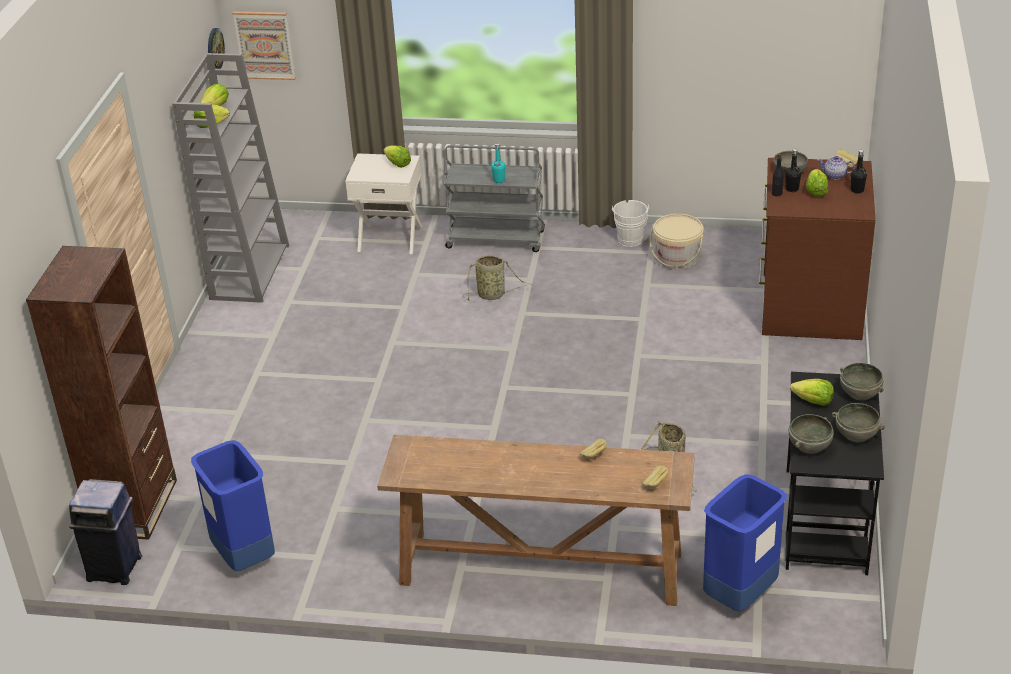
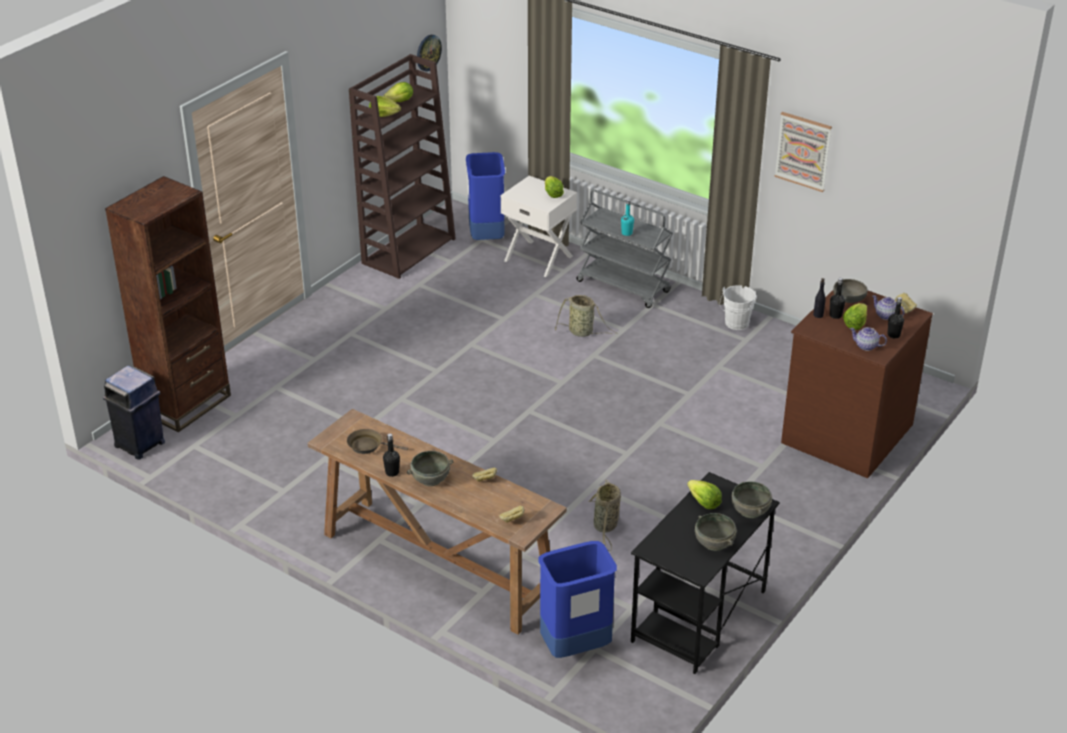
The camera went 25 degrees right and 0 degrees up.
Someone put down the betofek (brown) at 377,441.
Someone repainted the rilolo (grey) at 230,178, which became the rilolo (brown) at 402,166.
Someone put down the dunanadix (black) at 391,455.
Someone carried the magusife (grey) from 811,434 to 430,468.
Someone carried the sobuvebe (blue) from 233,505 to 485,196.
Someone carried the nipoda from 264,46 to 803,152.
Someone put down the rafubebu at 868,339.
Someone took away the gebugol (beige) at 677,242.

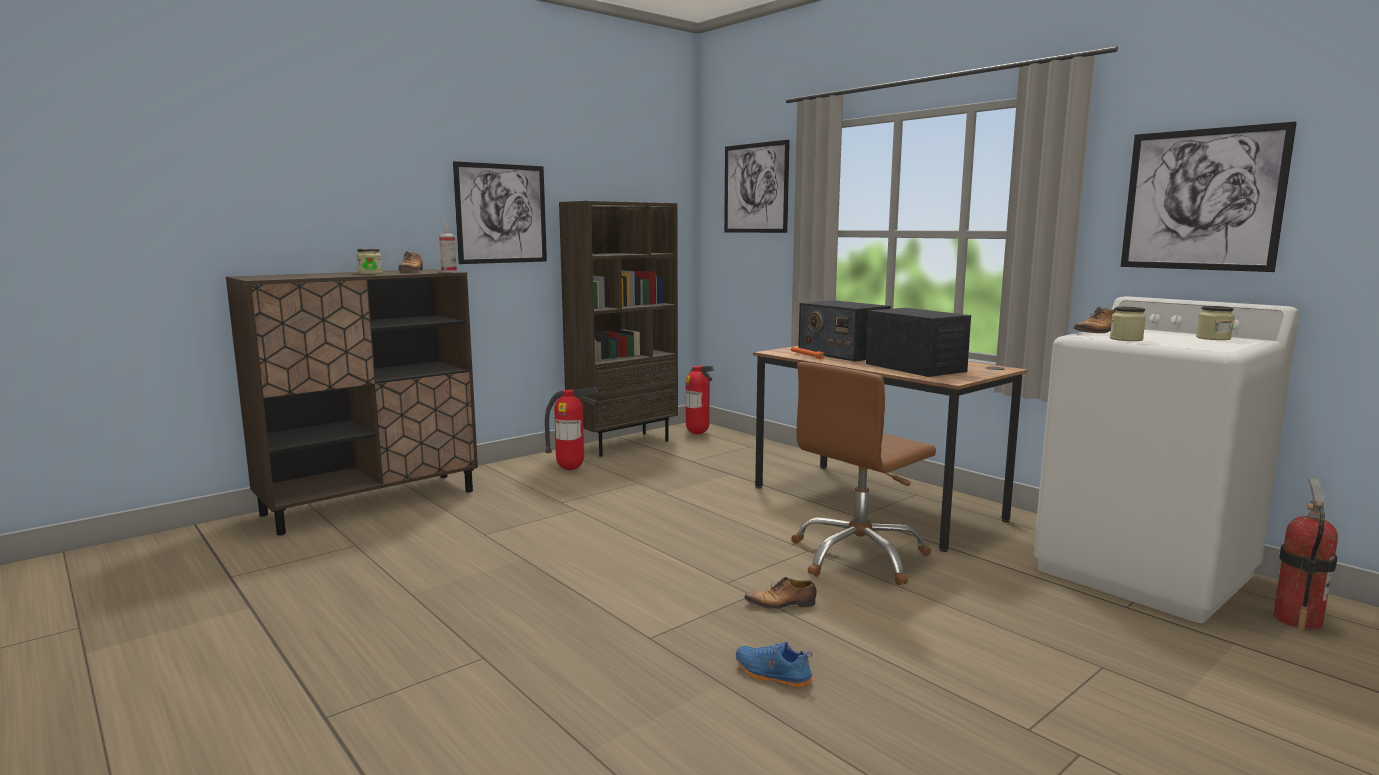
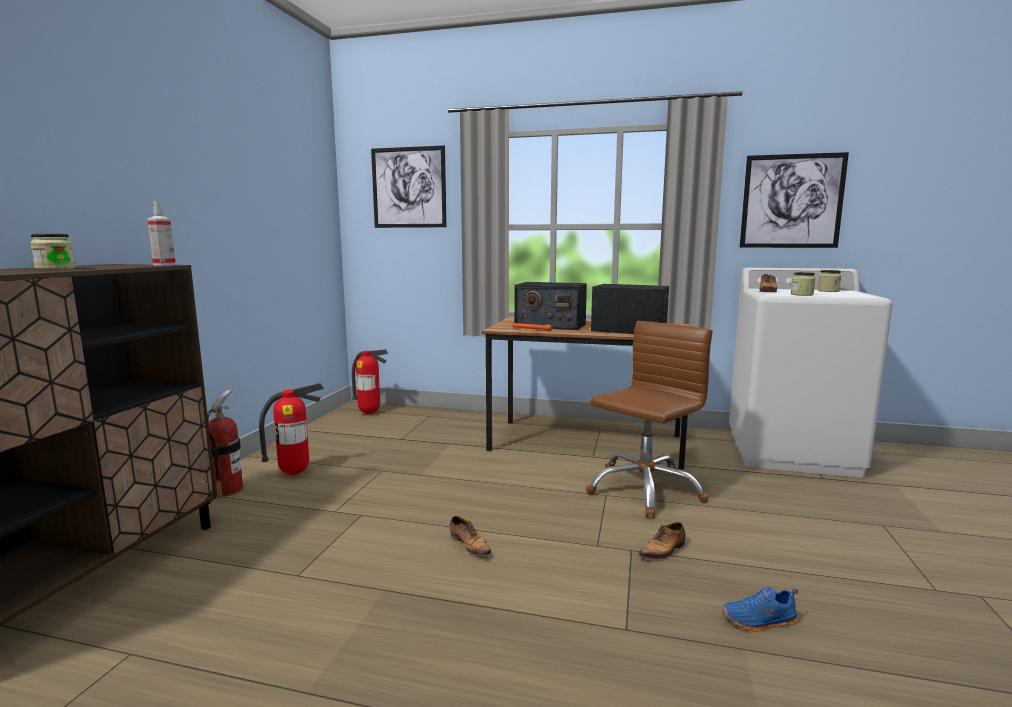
The camera went 35 degrees left and 0 degrees up.
Someone carried the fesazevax from 1305,554 to 225,444.
Someone carried the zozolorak from 410,262 to 470,536.
Someone rotated the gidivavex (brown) at 863,473 by 150 degrees counterclockwise.
Someone took away the nipoda at 500,212.
Someone took away the rilolo (brown) at 618,328.

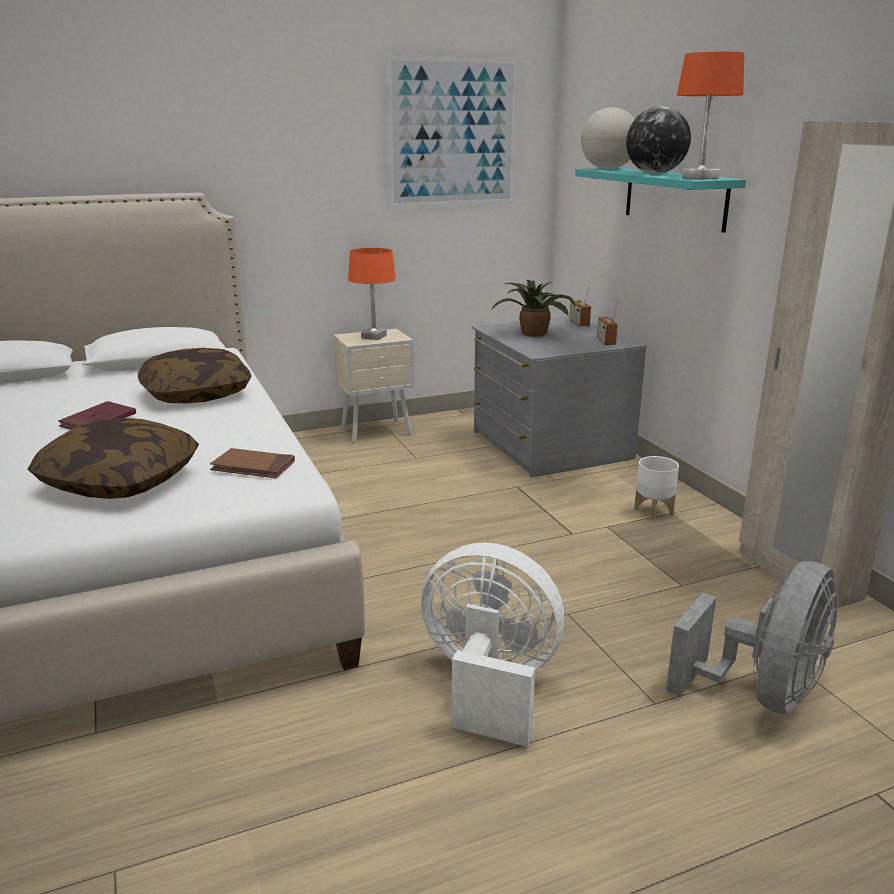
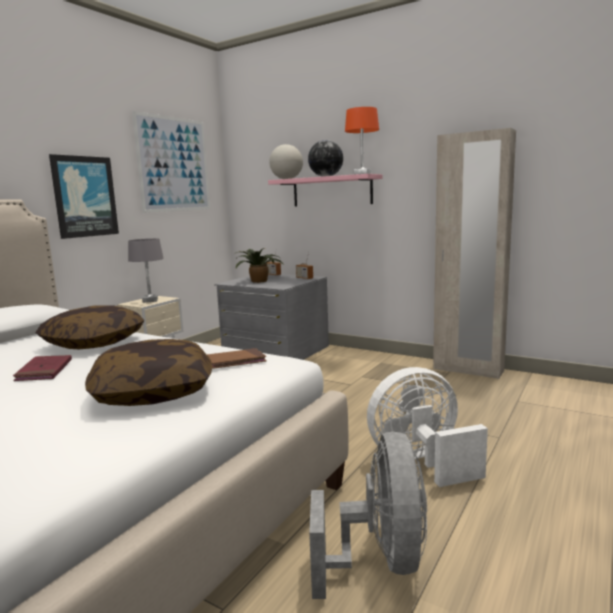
The camera went 35 degrees left and 10 degrees down.
Someone put up the nipoda at 84,196.
Someone repainted the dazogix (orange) at 372,294, which became the dazogix (grey) at 146,270.
Someone repainted the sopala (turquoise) at 660,200, which became the sopala (pink) at 325,190.
Someone carried the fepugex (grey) from 752,637 to 368,515.
Someone took away the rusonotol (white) at 656,488.

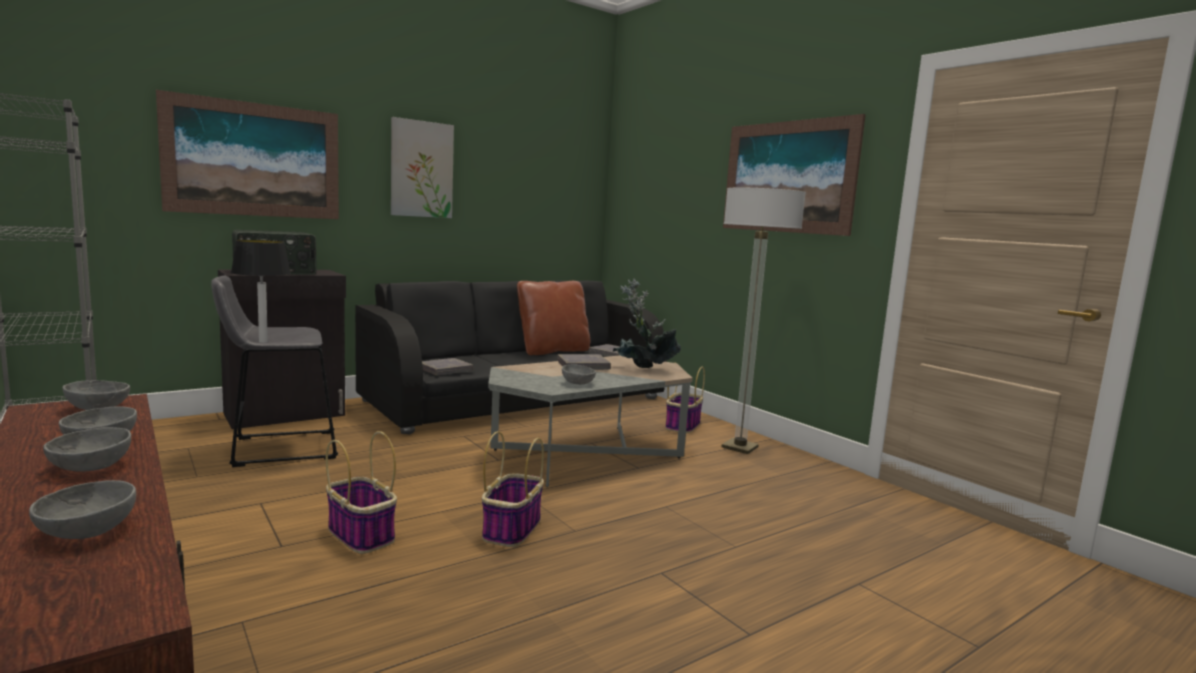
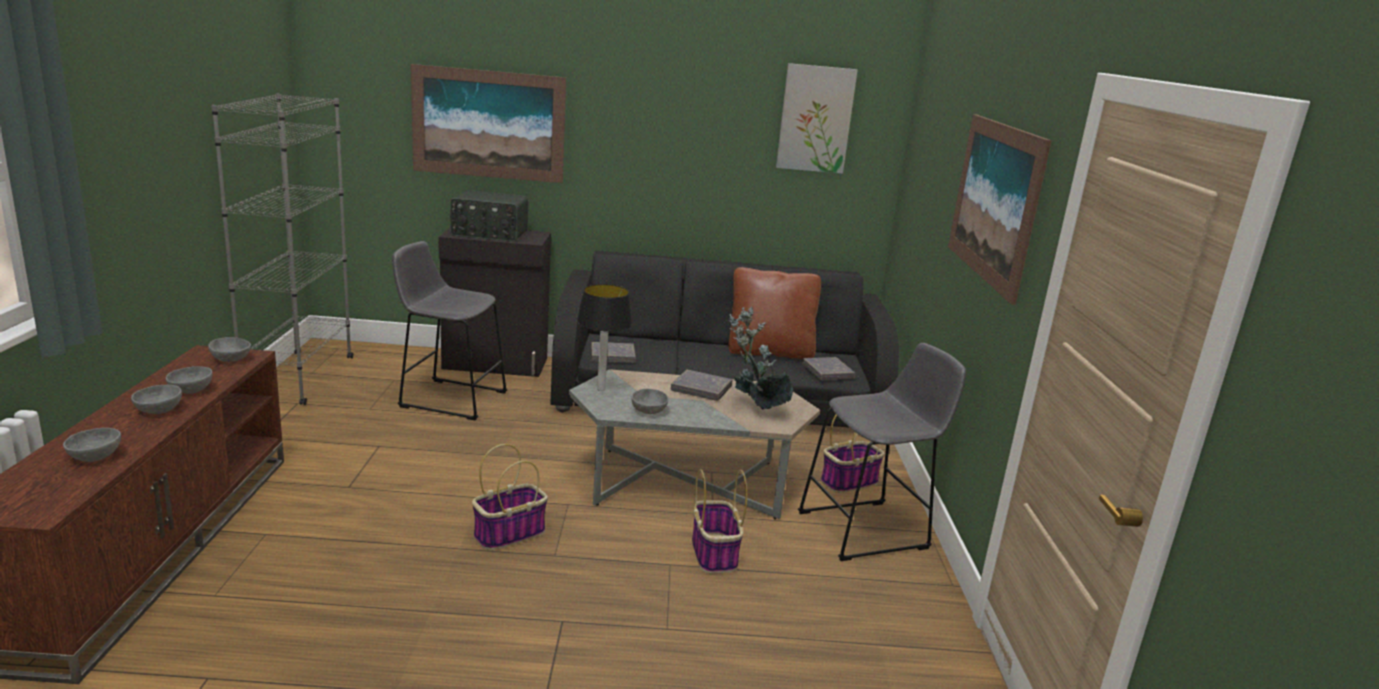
The camera went 35 degrees right and 10 degrees up.
Someone carried the dazogix from 261,291 to 605,337.
Someone carried the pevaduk from 361,492 to 719,521.
Someone carried the nipoda from 422,167 to 817,118.
Someone swapped the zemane at 764,321 for the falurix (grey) at 882,452.

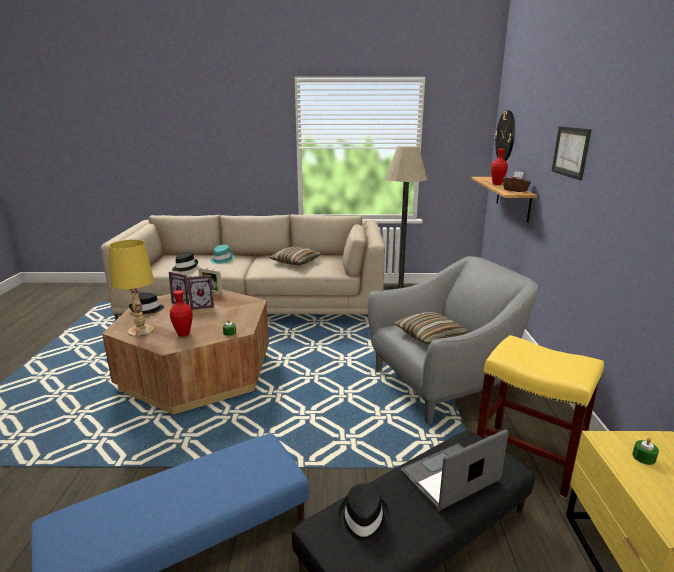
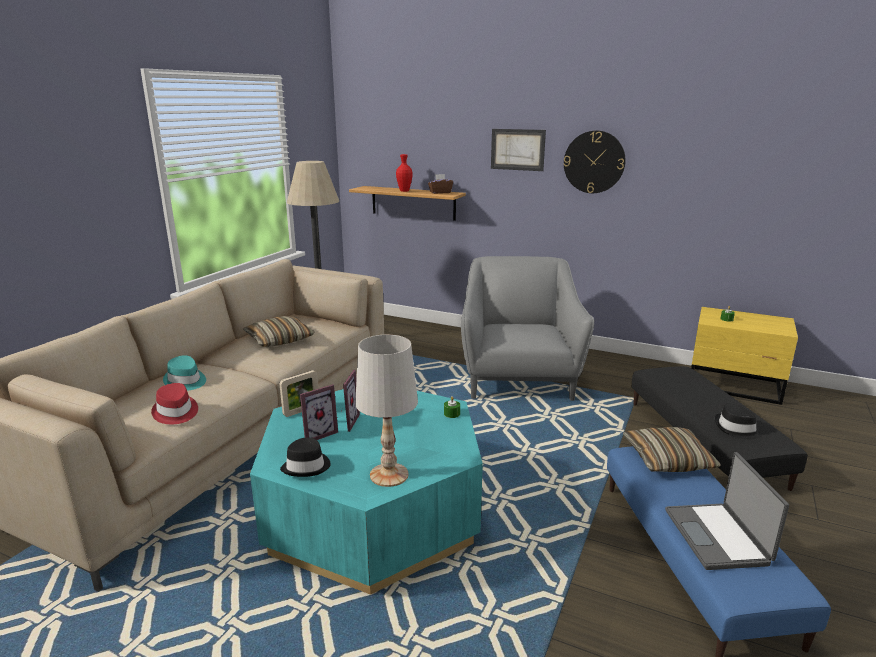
The camera went 65 degrees left and 0 degrees up.
Someone repainted the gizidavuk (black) at 185,262, which became the gizidavuk (red) at 174,403.
Someone repainted the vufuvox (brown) at 185,352, which became the vufuvox (turquoise) at 366,492.
Someone repainted the dazogix (yellow) at 131,288, which became the dazogix (white) at 386,411.
Someone carried the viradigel from 504,135 to 595,162.
Someone carried the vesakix from 431,328 to 672,449.
Someone carried the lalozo from 455,470 to 727,511.
Someone took away the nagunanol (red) at 181,313.
Someone took away the falurix (yellow) at 540,416.

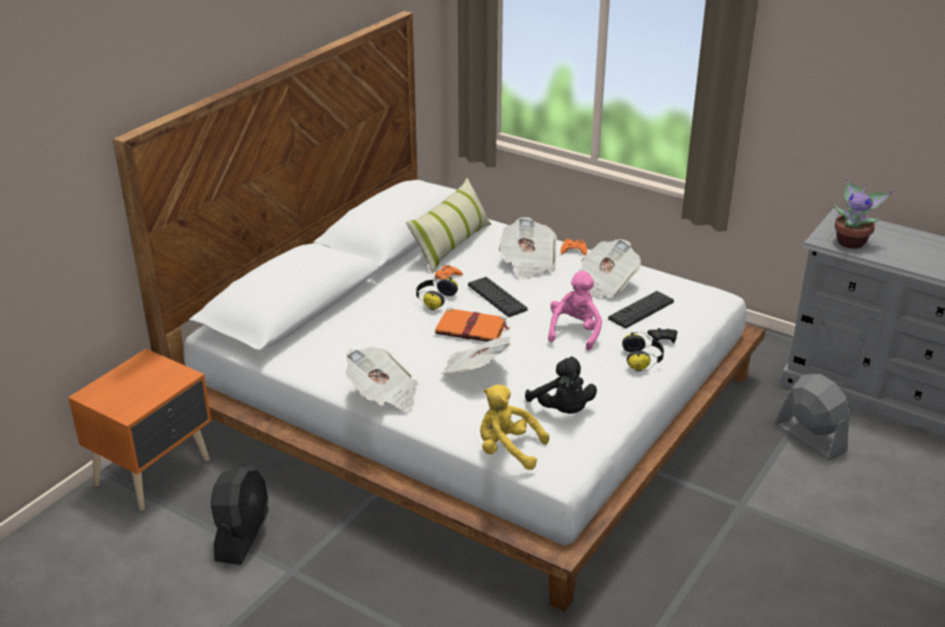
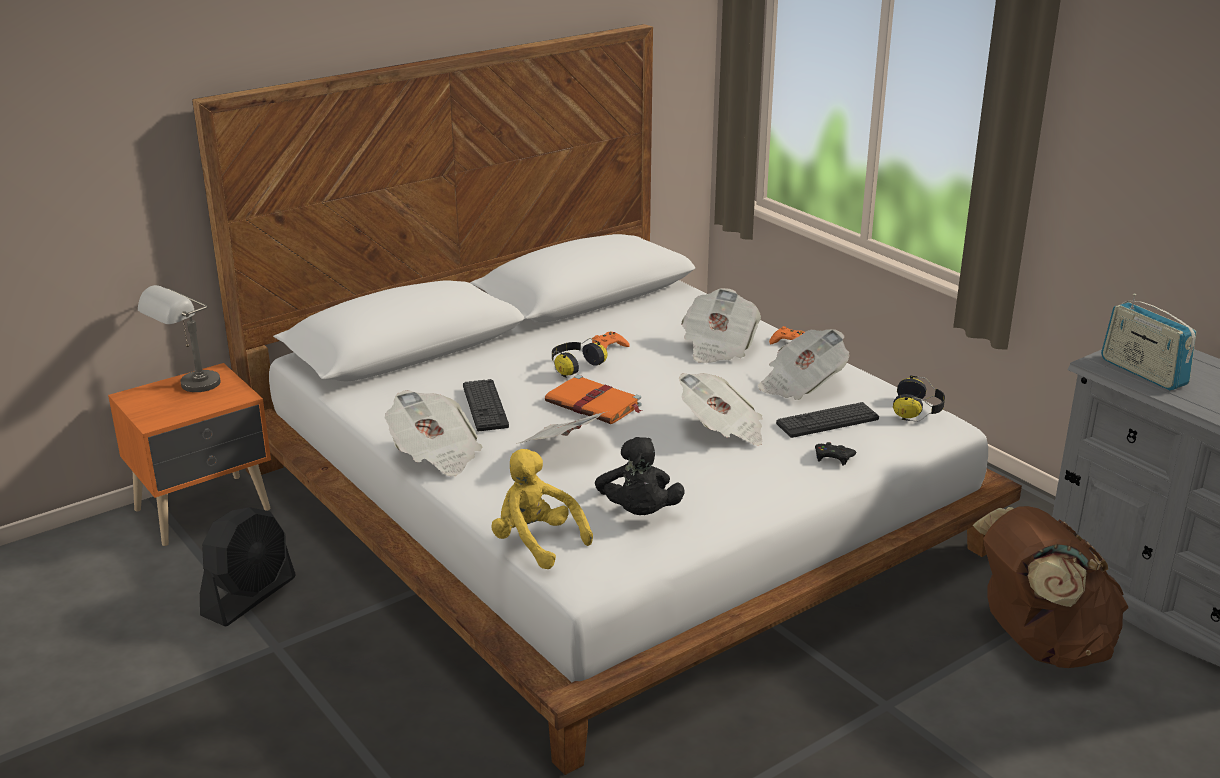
The camera went 20 degrees right and 5 degrees down.
Someone put down the dazogix (grey) at 179,338.
Someone carried the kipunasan from 497,297 to 486,405.
Someone swapped the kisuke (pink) at 575,310 for the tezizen at 721,409.
Someone carried the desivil from 643,351 to 919,398.
Someone swapped the fepugex (grey) at 813,417 for the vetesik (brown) at 1050,587.
Someone swapped the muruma at 863,213 for the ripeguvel at 1148,341.
Someone took away the vesakix at 448,226.

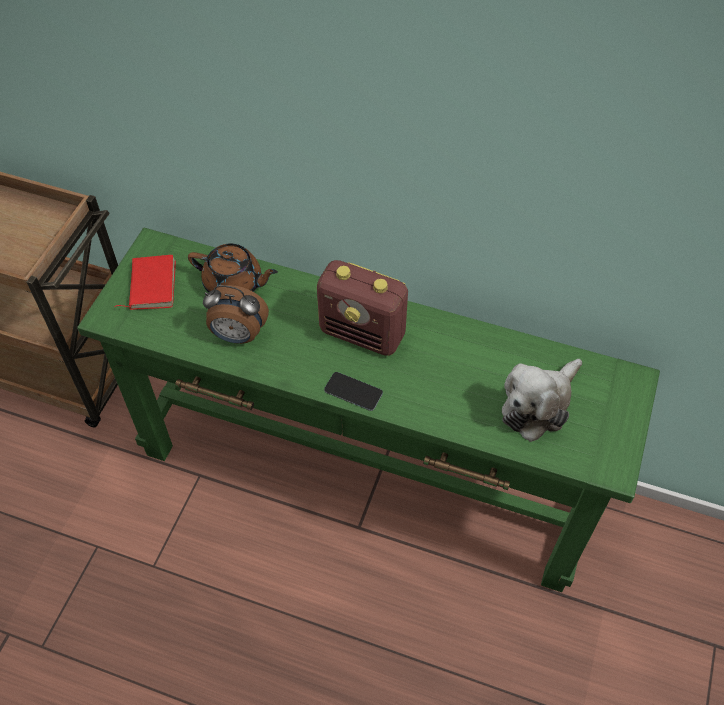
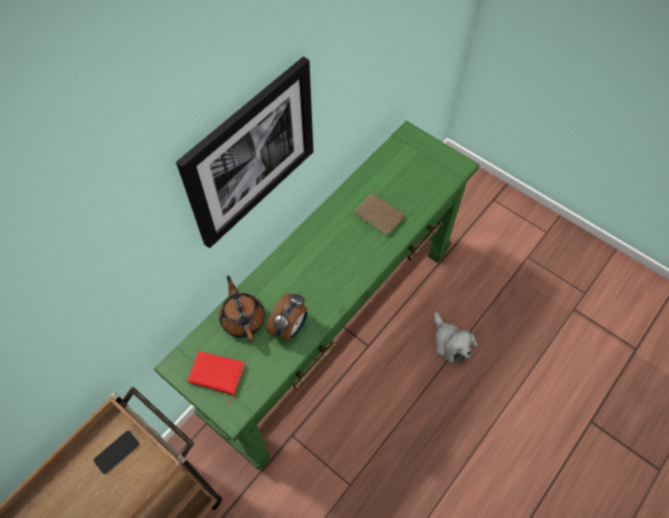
The camera went 70 degrees left and 5 degrees up.
Someone carried the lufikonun from 353,391 to 117,452.
Someone put up the nipoda at 244,152.
Someone rotated the rafubebu (brown) at 233,268 by 60 degrees counterclockwise.
Someone put down the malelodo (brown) at 379,212.
Someone carried the kisuke from 542,400 to 455,338.
Someone took away the ripeguvel at 362,308.

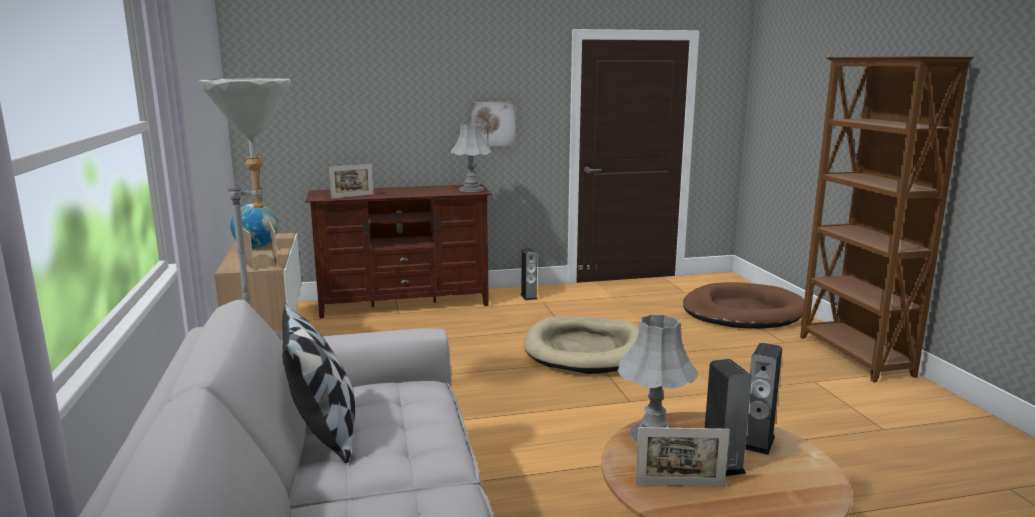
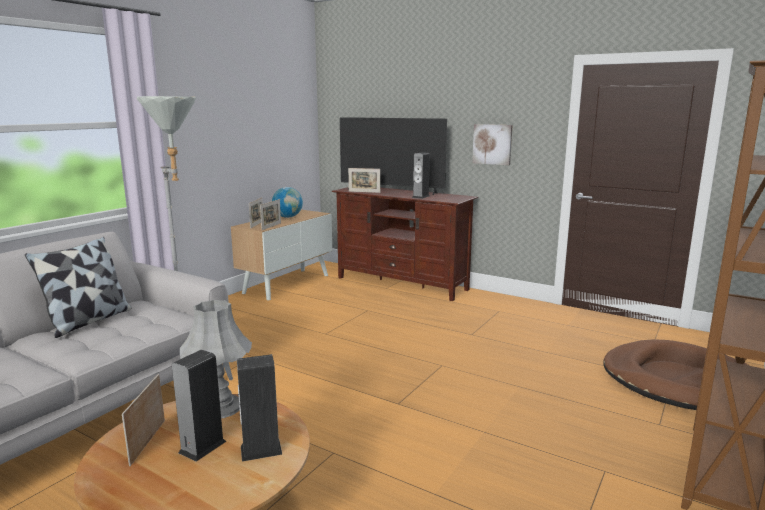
The camera went 45 degrees right and 0 degrees up.
Someone rotated the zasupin at 682,457 by 45 degrees clockwise.
Someone put down the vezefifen at 393,156.
Someone carried the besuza from 528,274 to 421,175.
Someone took away the dazogix (grey) at 471,158.
Someone took away the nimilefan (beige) at 581,345.

